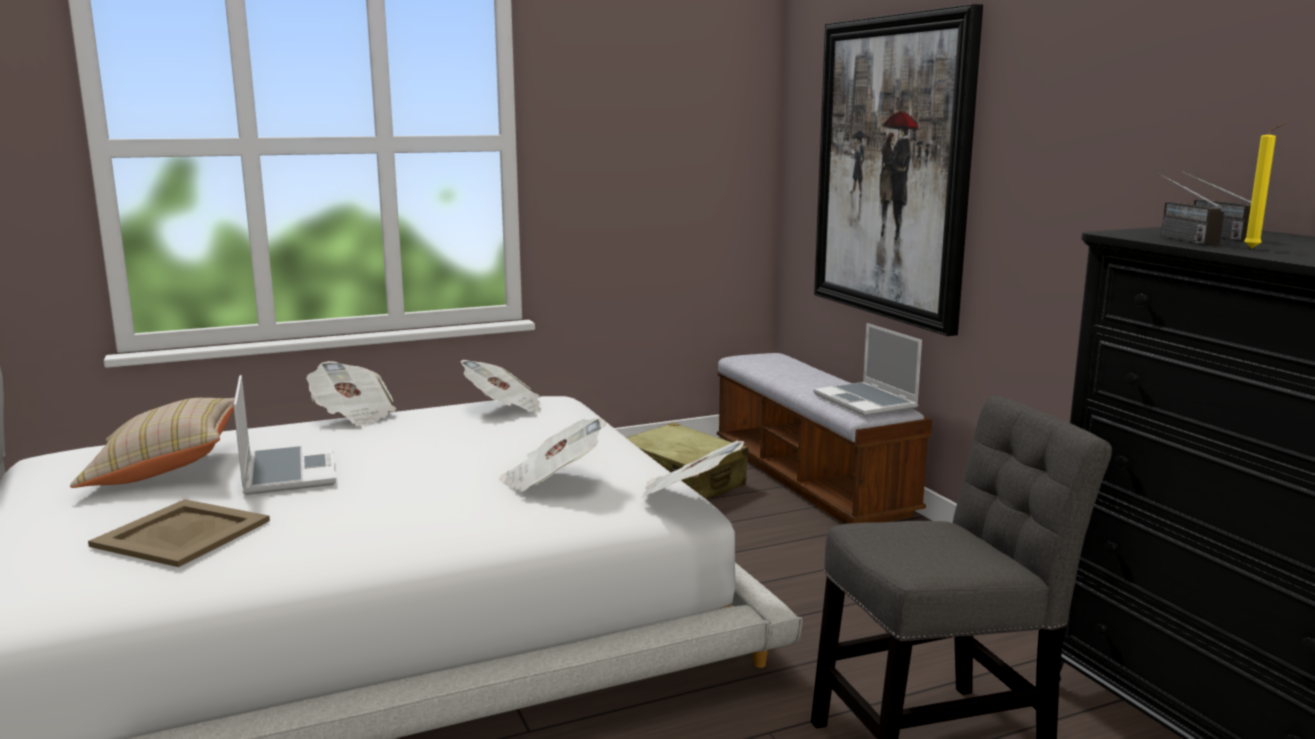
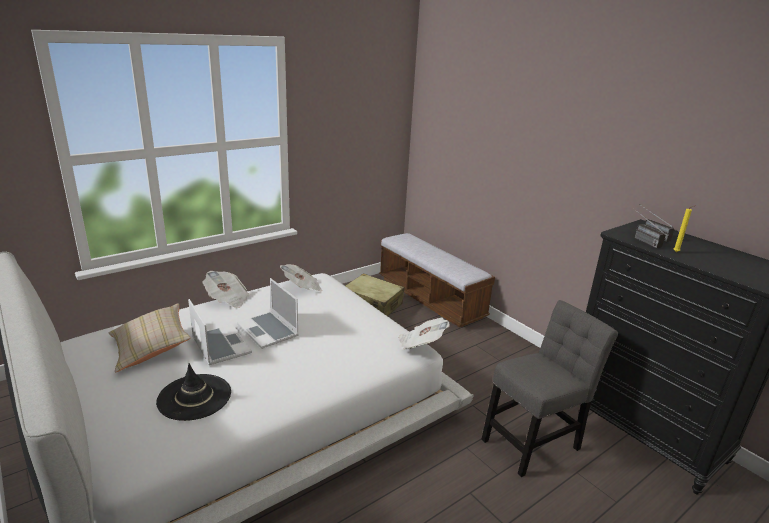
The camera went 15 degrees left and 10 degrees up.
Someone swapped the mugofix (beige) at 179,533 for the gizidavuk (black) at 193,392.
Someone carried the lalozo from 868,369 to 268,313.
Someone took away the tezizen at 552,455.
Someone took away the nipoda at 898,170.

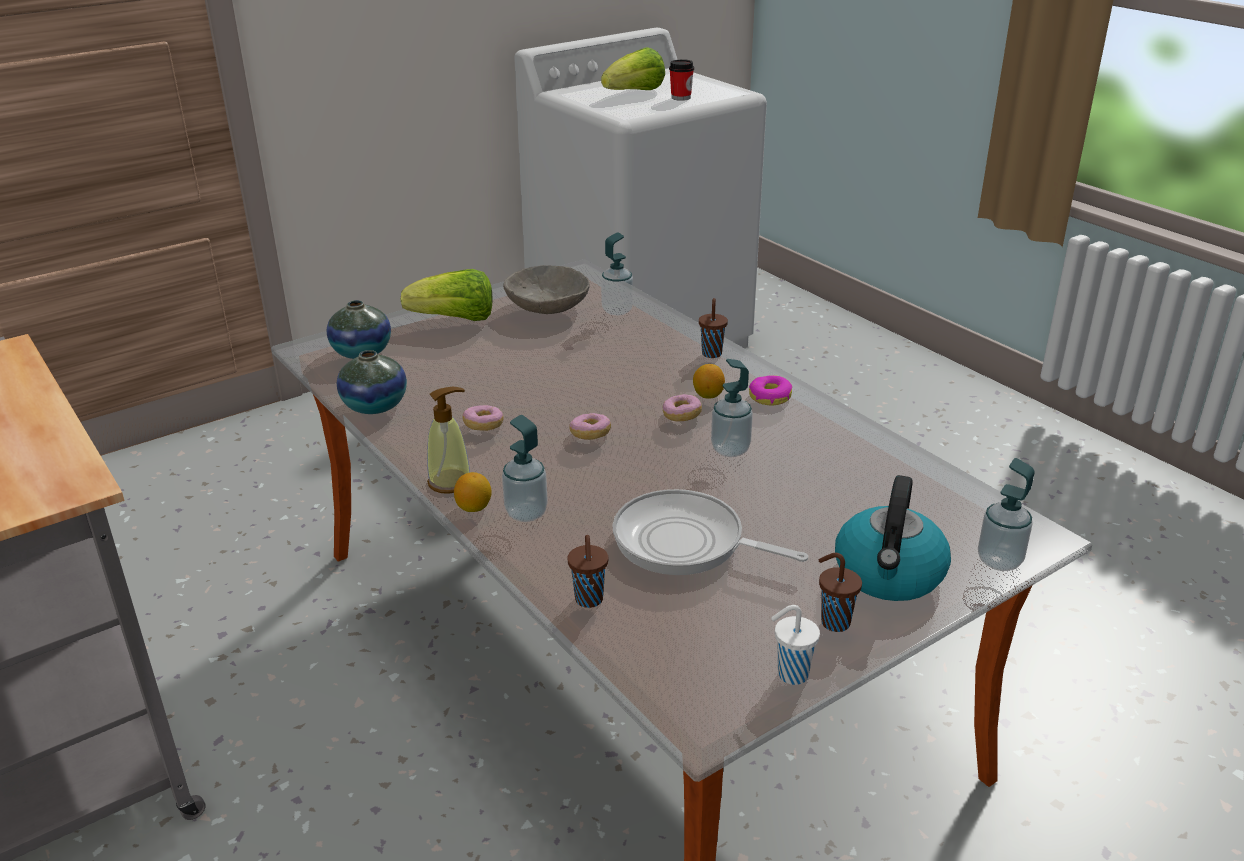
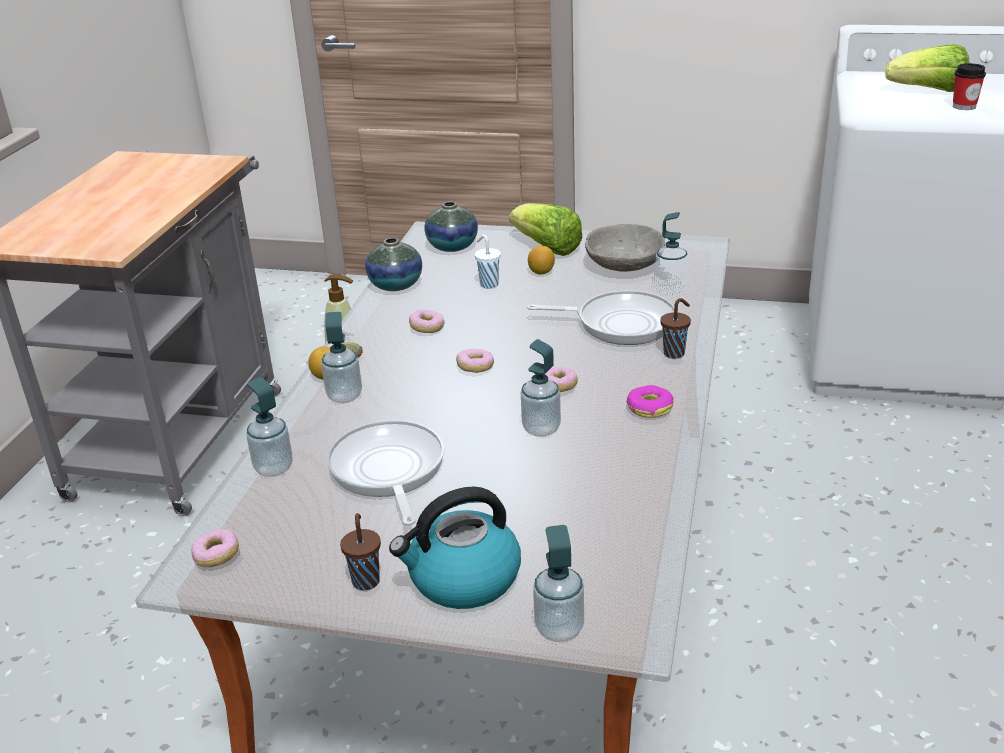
The camera went 50 degrees right and 0 degrees up.
Someone put down the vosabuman at 215,548.
Someone swapped the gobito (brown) at 587,571 for the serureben at 270,427.
Someone carried the gobito (white) from 795,645 to 488,261.
Someone put down the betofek at 600,317.
Someone carried the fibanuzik from 709,381 to 541,260.

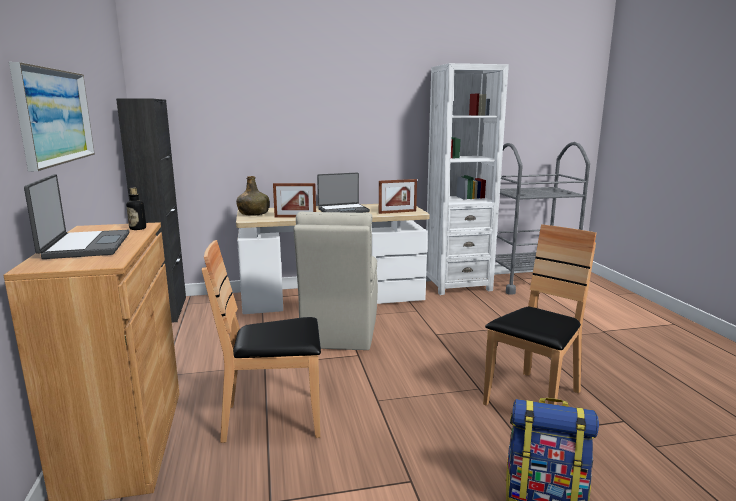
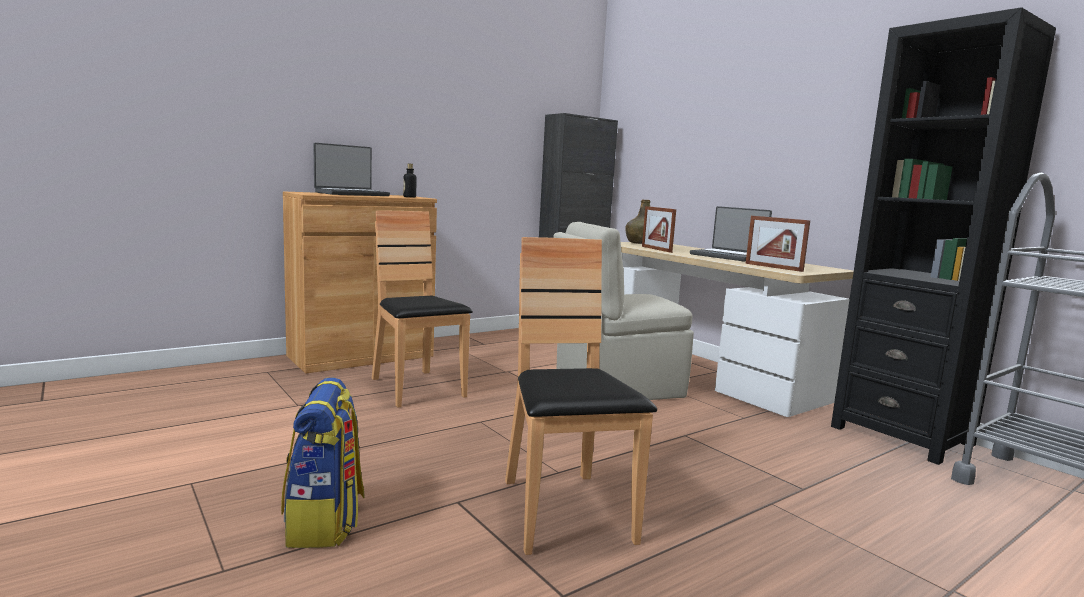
The camera went 65 degrees right and 5 degrees down.
Someone rotated the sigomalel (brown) at 540,315 by 120 degrees counterclockwise.
Someone repainted the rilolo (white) at 467,179, which became the rilolo (black) at 943,236.
Someone took away the nipoda at 52,116.

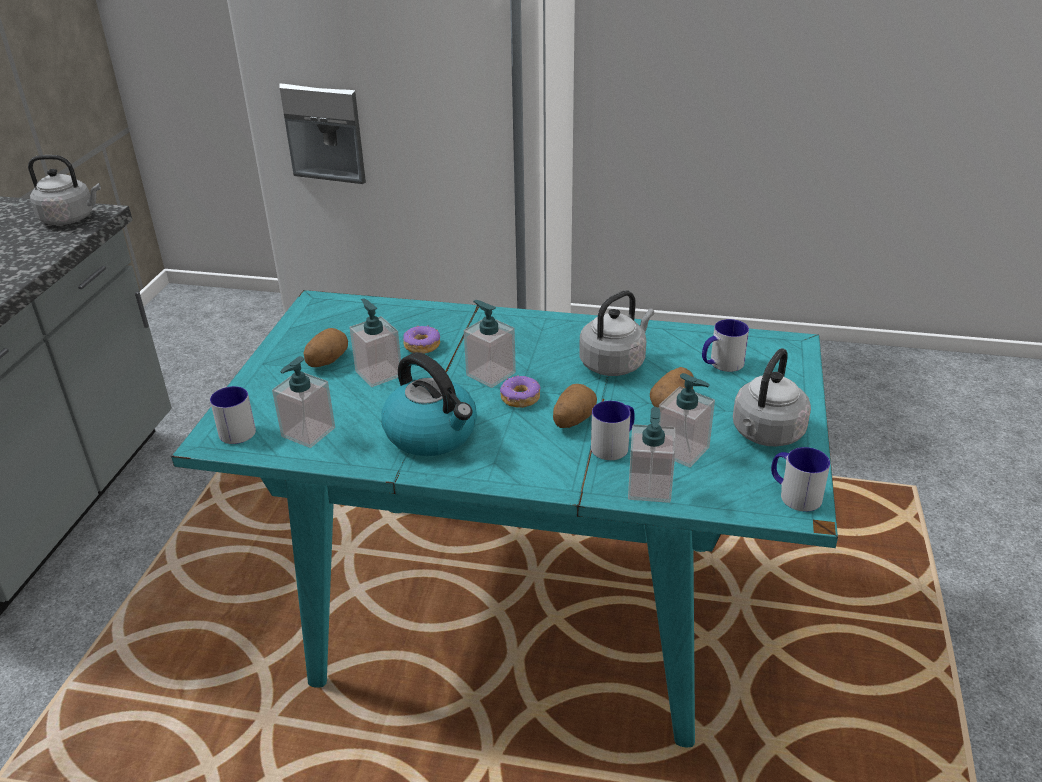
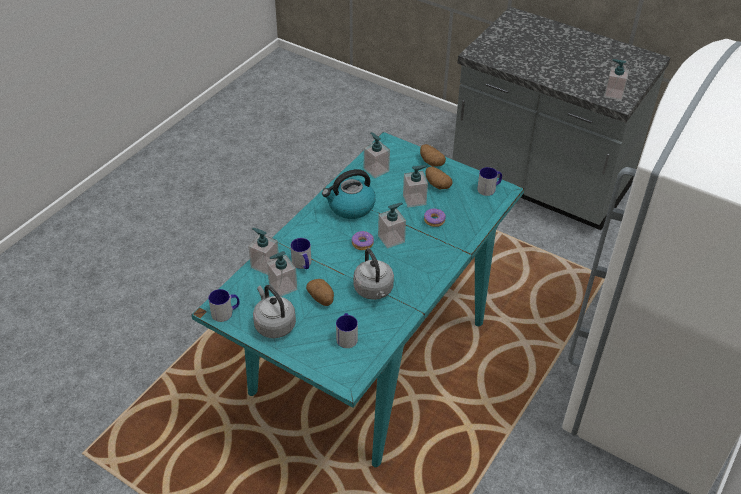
The camera went 110 degrees right and 10 degrees up.
Someone carried the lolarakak from 575,406 to 433,155.
Someone carried the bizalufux from 233,415 to 489,181.
Someone swapped the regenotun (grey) at 64,190 for the serureben at 616,80.

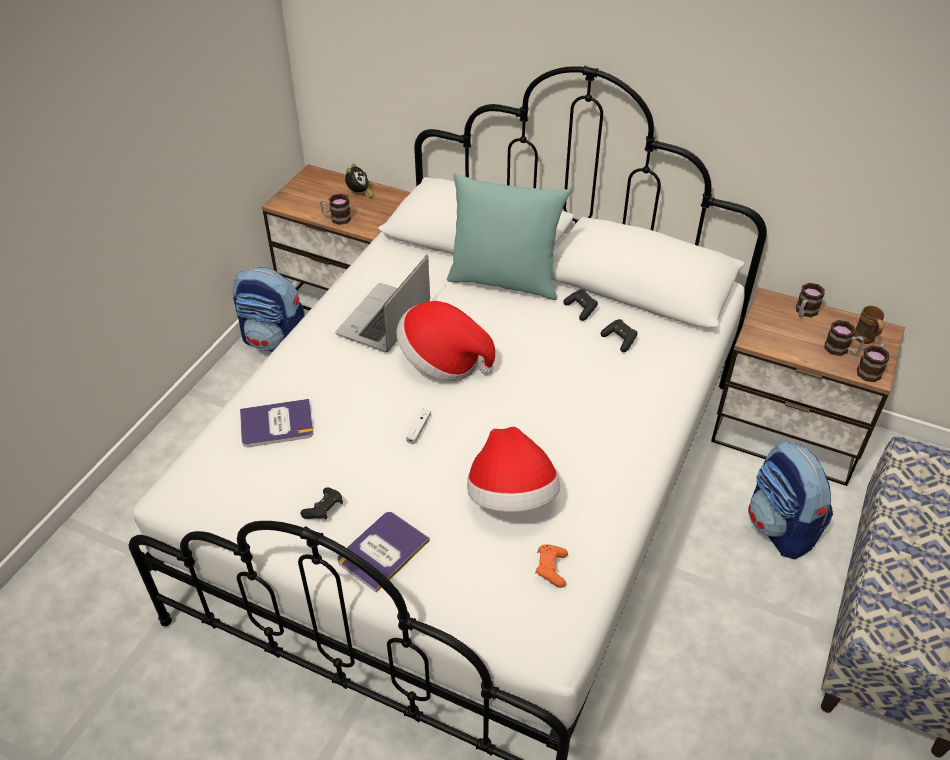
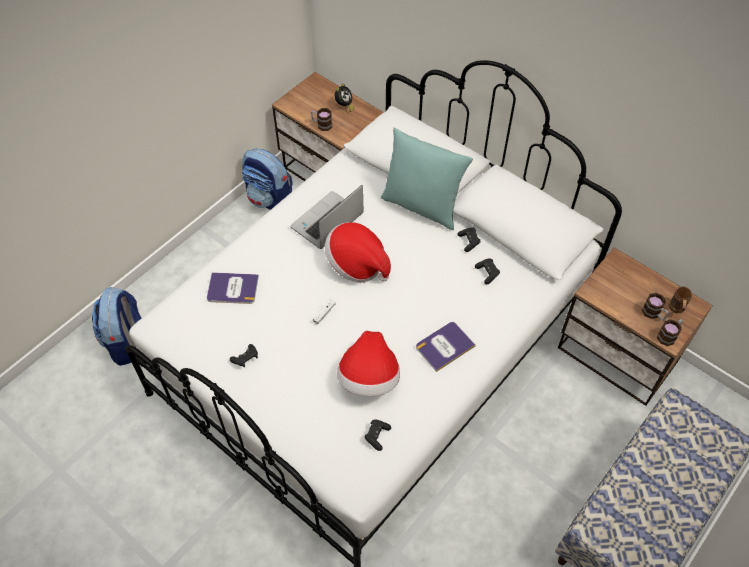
The camera went 15 degrees right and 10 degrees up.
Someone carried the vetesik from 790,500 to 116,326.
Someone repainted the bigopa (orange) at 551,566, which became the bigopa (black) at 377,435.
Someone carried the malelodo from 383,552 to 446,347.
Someone took away the bizalufux at 810,300.

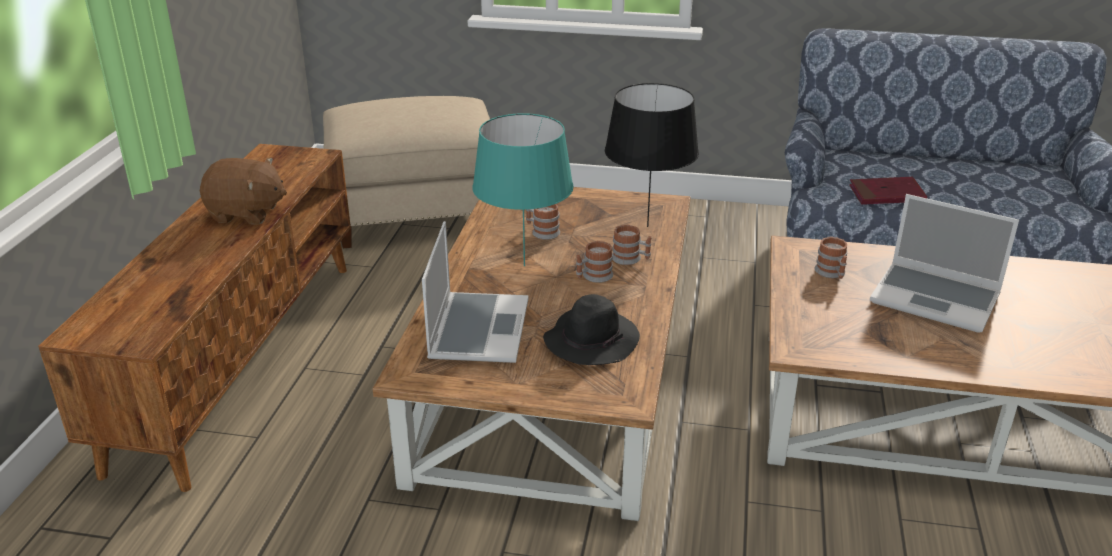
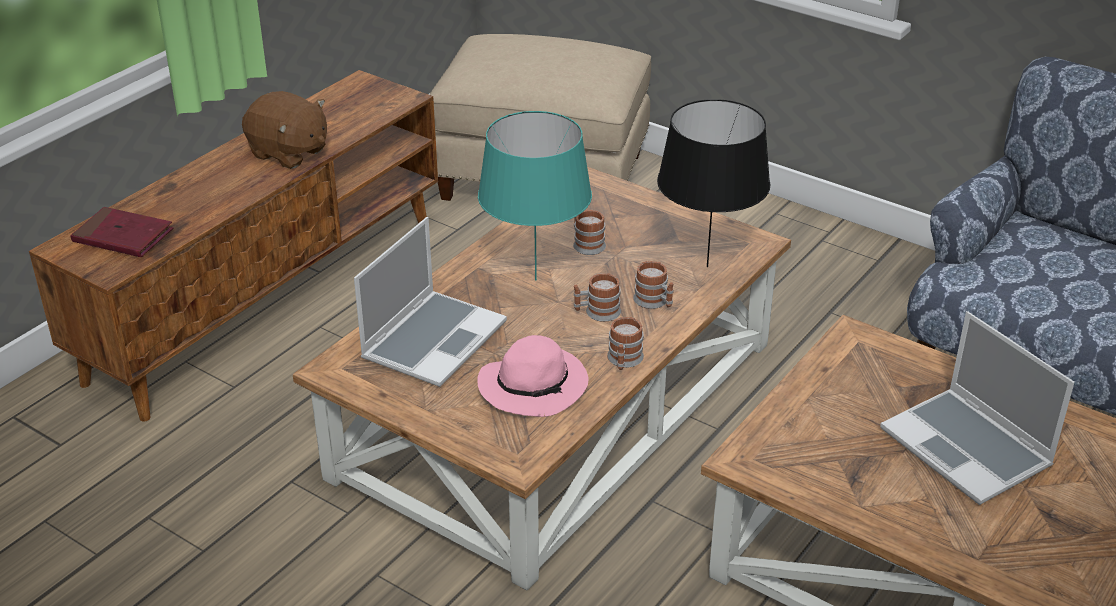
The camera went 25 degrees right and 5 degrees up.
Someone carried the malelodo (red) from 888,191 to 121,232.
Someone repainted the gizidavuk (black) at 591,329, which became the gizidavuk (pink) at 533,376.
Someone carried the bizalufux from 831,258 to 625,343.

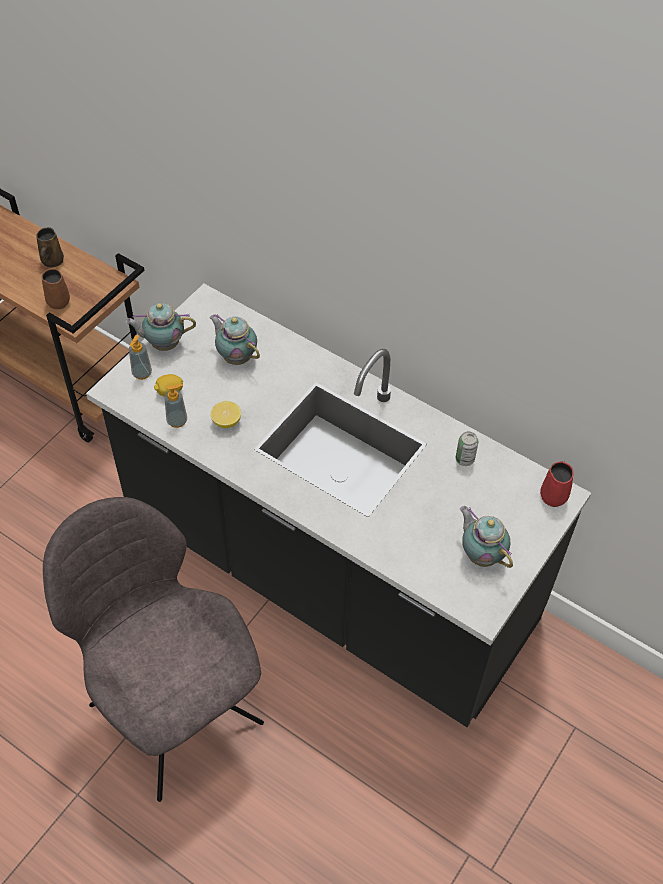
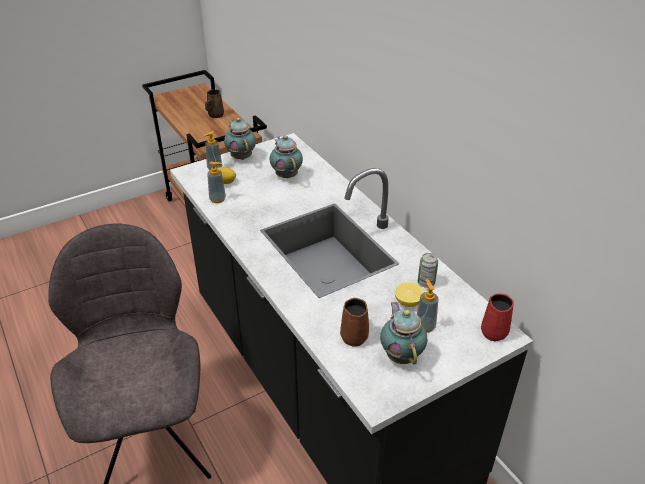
The camera went 25 degrees right and 15 degrees down.
Someone rotated the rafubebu at 160,327 by 45 degrees clockwise.
Someone carried the bizalufux (brown) from 56,289 to 354,322.
Someone carried the fibanuzik from 225,414 to 409,294.
Someone put down the serureben at 427,306.

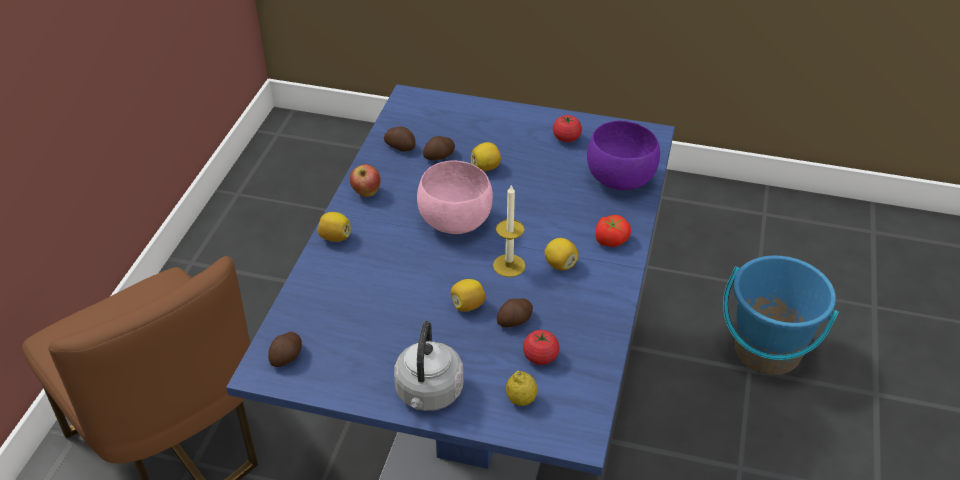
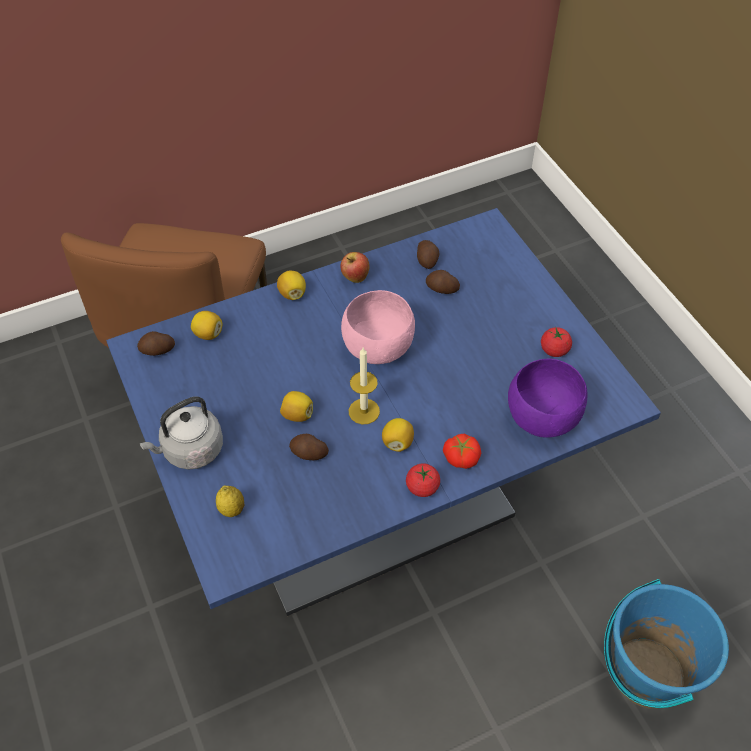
The camera went 50 degrees right and 10 degrees up.
Someone carried the fibanuzik from 486,156 to 207,325.
Someone carried the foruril from 541,347 to 423,480.

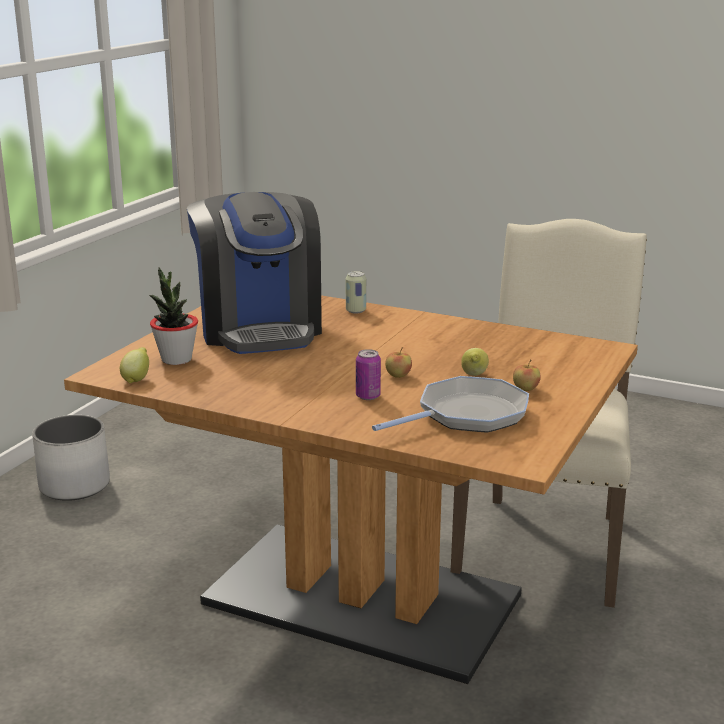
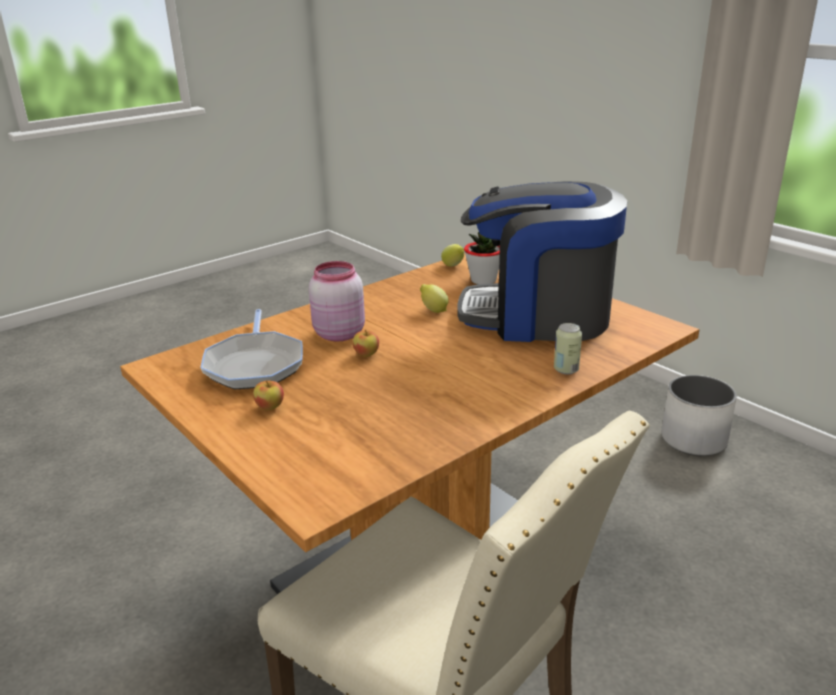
The camera went 115 degrees right and 5 degrees up.
Someone swapped the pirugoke at 368,374 for the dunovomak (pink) at 337,301.
Someone carried the fibanuzik from 475,362 to 434,298.

